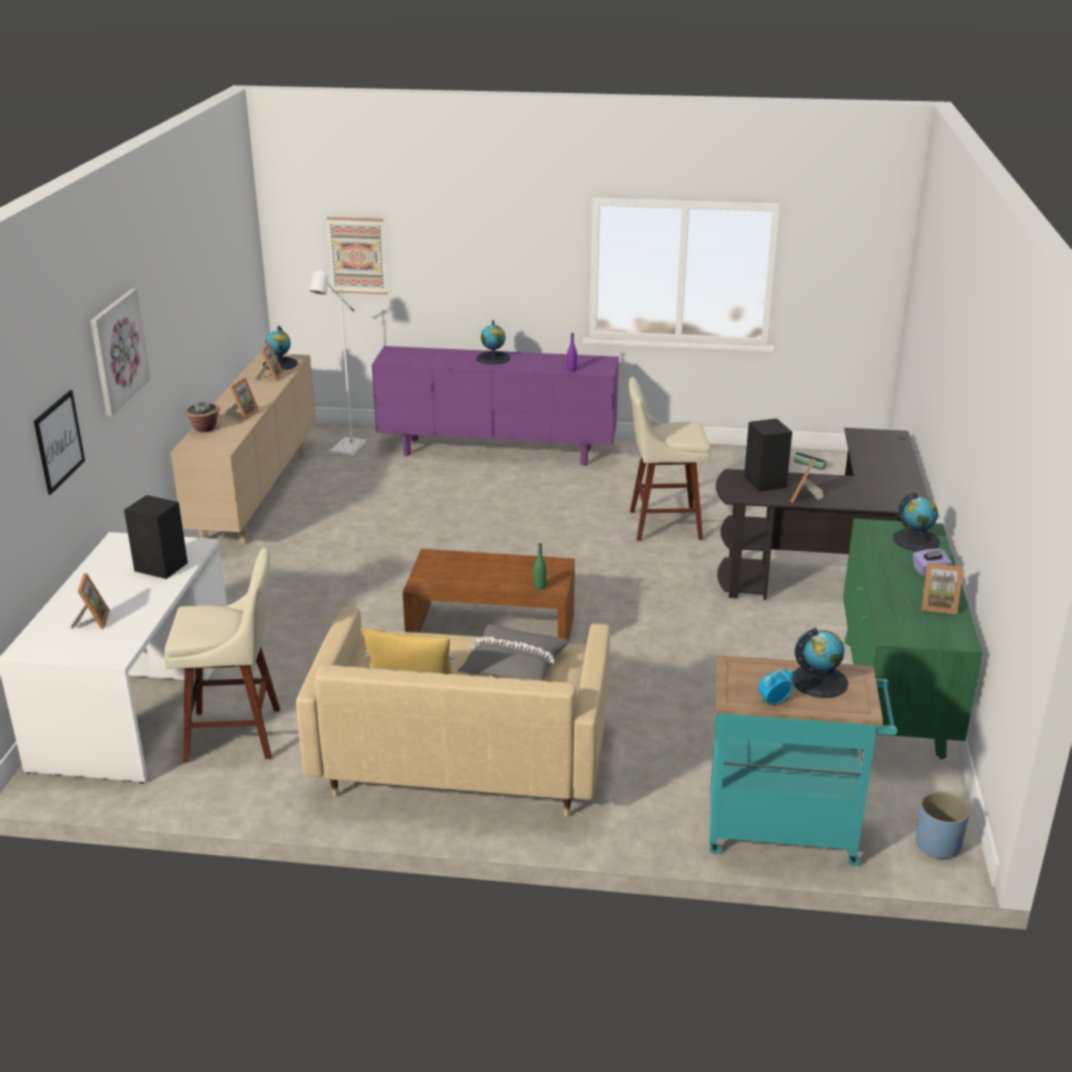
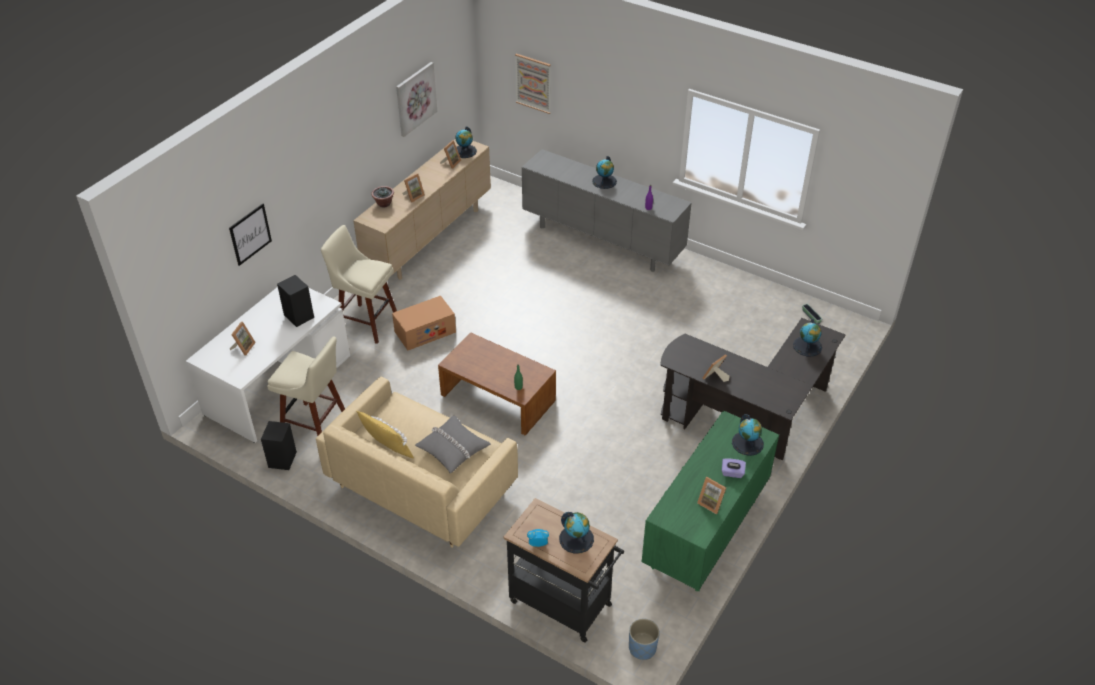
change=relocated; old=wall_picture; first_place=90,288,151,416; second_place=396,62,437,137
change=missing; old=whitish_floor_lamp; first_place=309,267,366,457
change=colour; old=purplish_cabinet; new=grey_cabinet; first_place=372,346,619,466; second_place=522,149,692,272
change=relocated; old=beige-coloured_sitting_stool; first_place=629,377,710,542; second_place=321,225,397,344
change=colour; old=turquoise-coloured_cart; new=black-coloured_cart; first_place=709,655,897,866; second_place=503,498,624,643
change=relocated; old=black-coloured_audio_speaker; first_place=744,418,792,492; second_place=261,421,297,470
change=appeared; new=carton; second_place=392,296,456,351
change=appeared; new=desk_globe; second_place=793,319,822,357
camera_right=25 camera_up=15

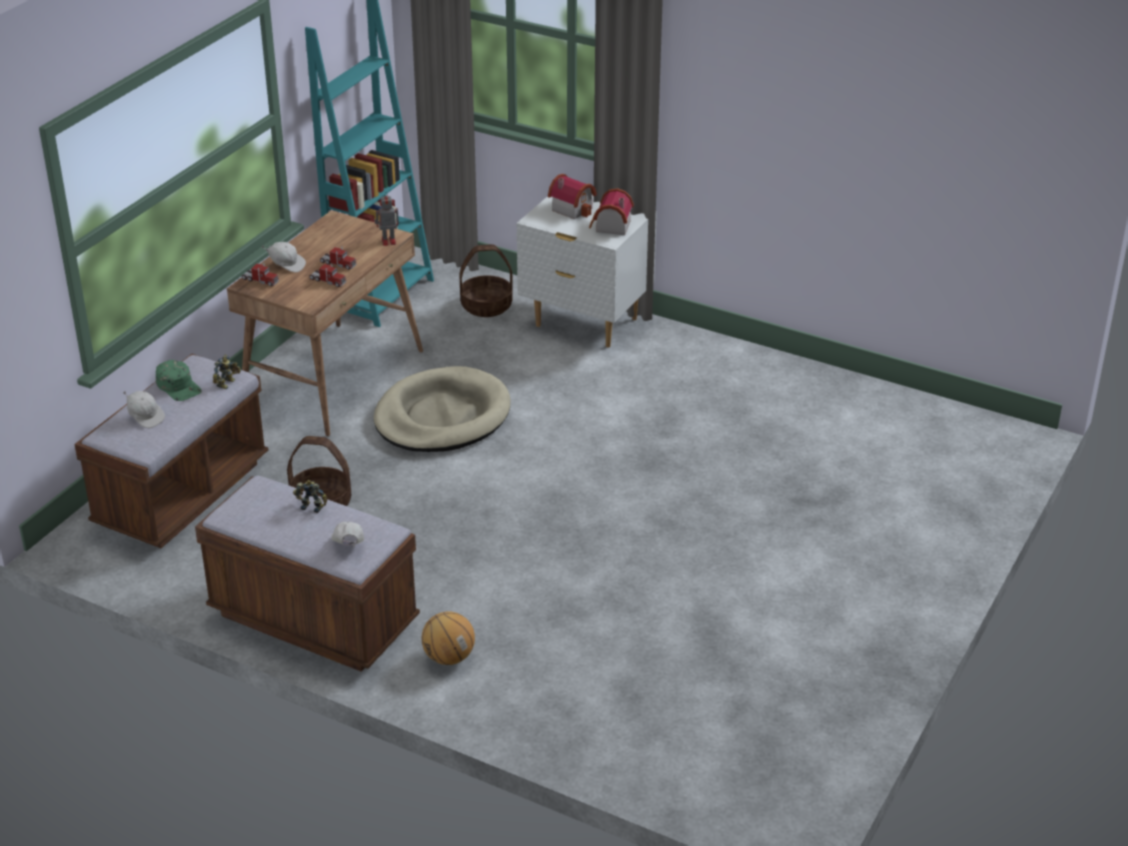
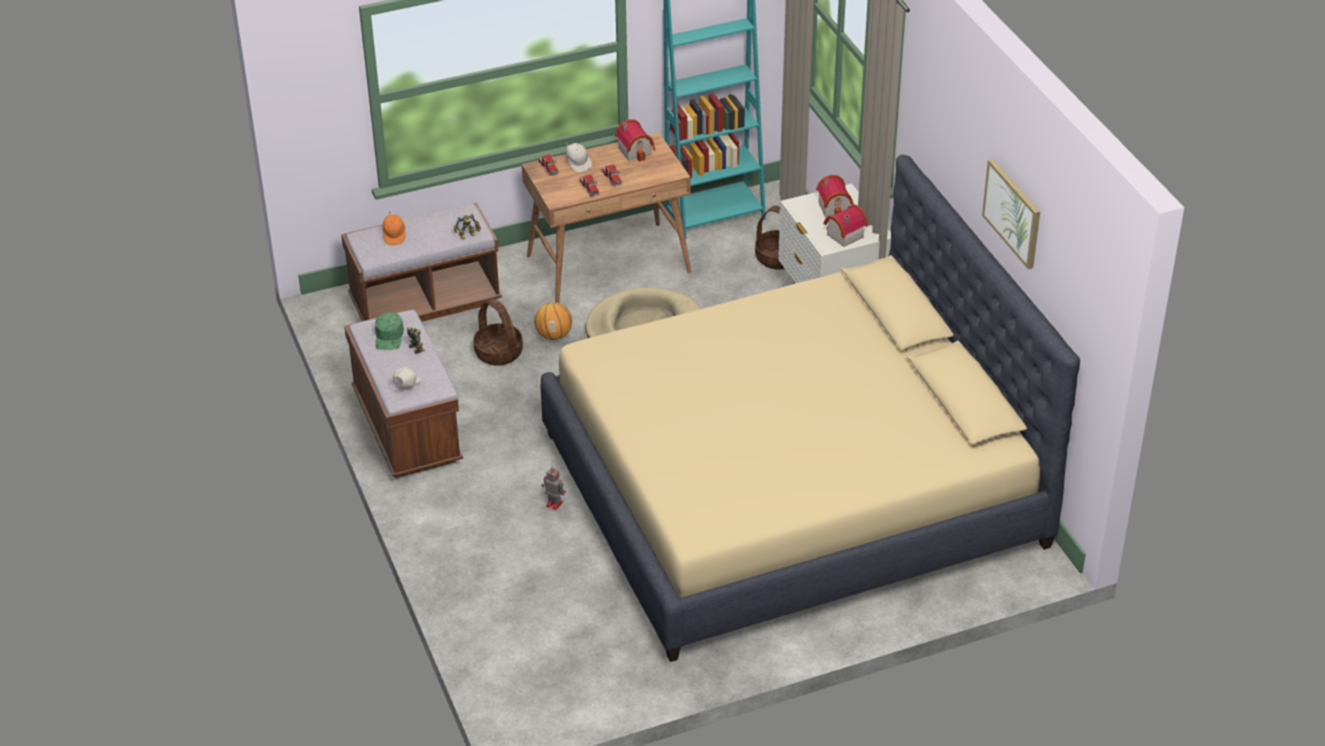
change=colour; old=whitish_peaked_cap; new=orangey_peaked_cap; first_place=124,391,165,428; second_place=383,212,406,245
change=relocated; old=greenish_peaked_cap; first_place=156,360,202,401; second_place=375,312,404,350
change=relocated; old=model_robot; first_place=375,192,399,246; second_place=541,466,566,510
change=relocated; old=basketball; first_place=422,611,475,665; second_place=534,302,572,340
change=appeared; new=beige-coloured_bedroom_bed; second_place=541,155,1080,662
change=appeared; new=model_house; second_place=615,119,656,162
change=appeared; new=wall_picture; second_place=982,158,1040,269
camera_right=40 camera_up=5

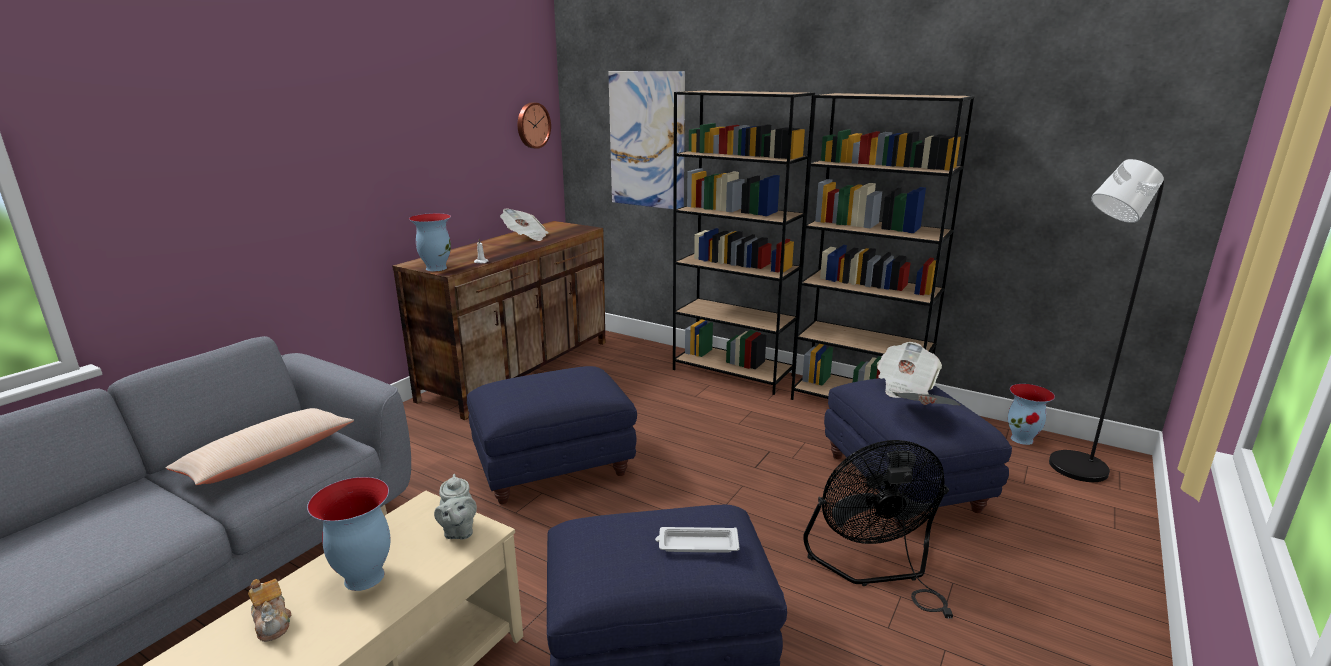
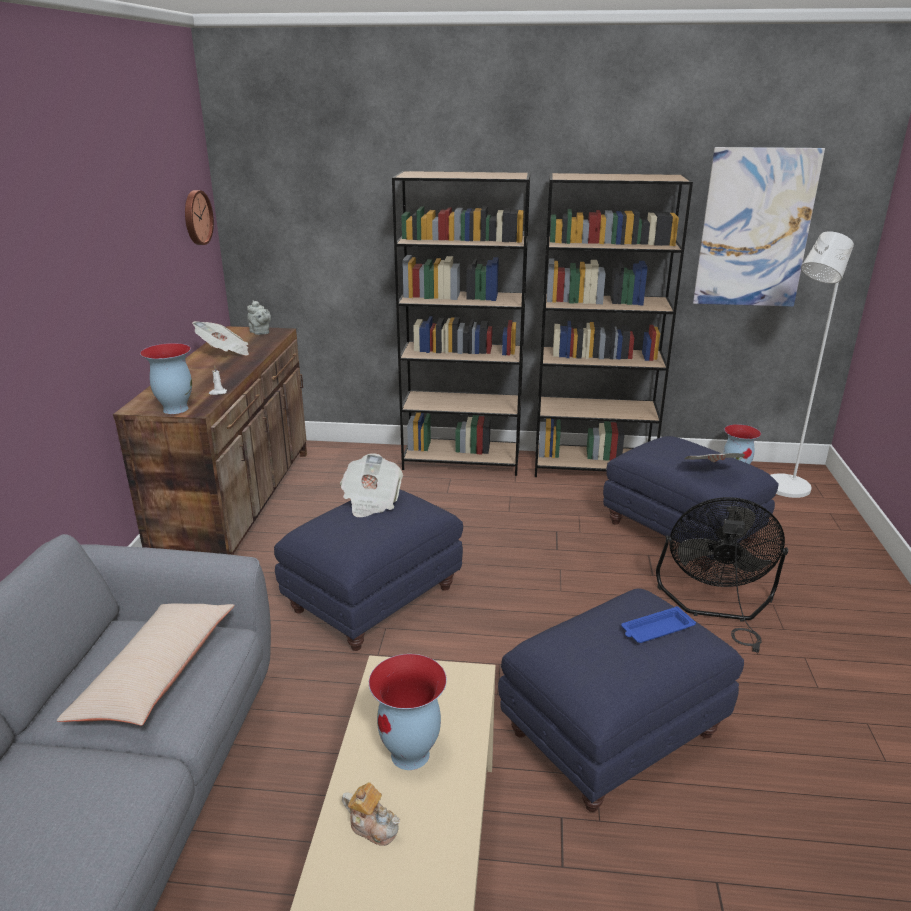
change=relocated; old=grey_teapot; first_place=434,474,477,539; second_place=247,300,271,335
change=relocated; old=wall_picture; first_place=608,71,685,209; second_place=693,147,825,307
change=colour; old=whitish_carrying_tray; new=bluish_carrying_tray; first_place=655,527,740,553; second_place=621,606,696,643
change=spun; old=black-coloured_fan; first_place=803,440,953,619; second_place=656,497,788,653; degrees=45
change=relocated; old=daily_paper; first_place=876,342,942,398; second_place=340,453,403,517
change=colour; old=black-coloured_floor_lamp; new=whitish_floor_lamp; first_place=1049,159,1164,482; second_place=771,231,854,498
camera_right=-25 camera_up=5

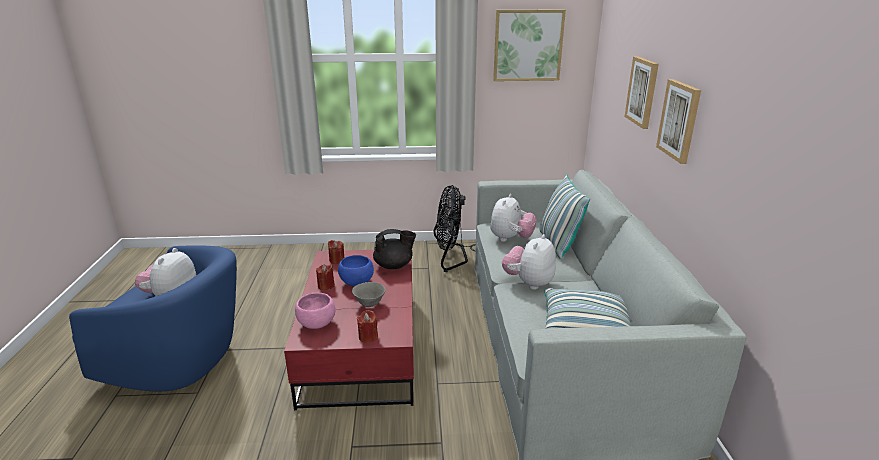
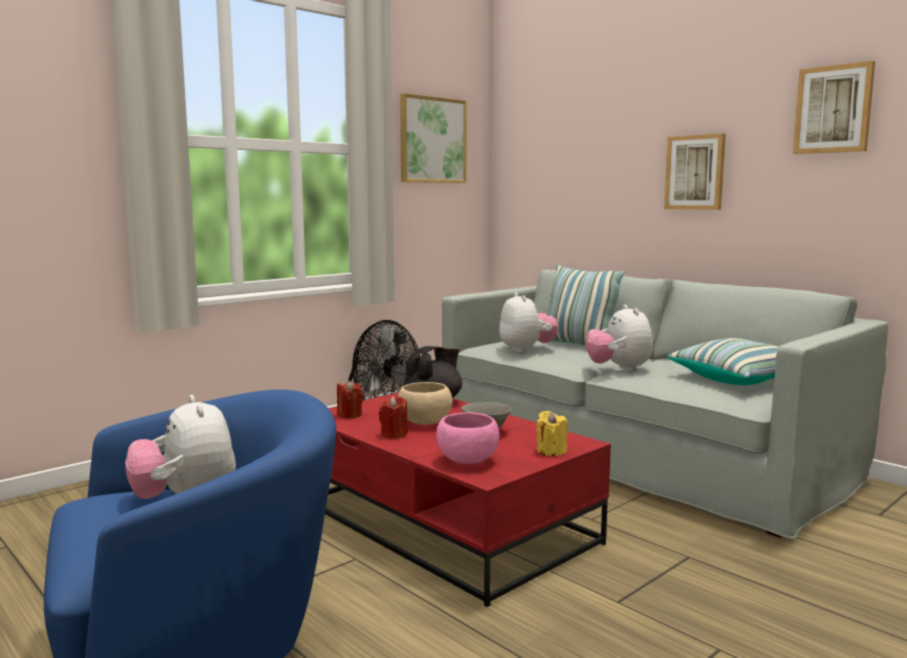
change=colour; old=bluish_bowl; new=beige-coloured_bowl; first_place=338,255,374,286; second_place=398,382,452,425
change=colour; old=red_wax_candle; new=yellow_wax_candle; first_place=357,310,378,343; second_place=537,411,568,456
change=relocated; old=wall_picture; first_place=624,56,659,129; second_place=793,61,875,154
camera_right=-40 camera_up=-15

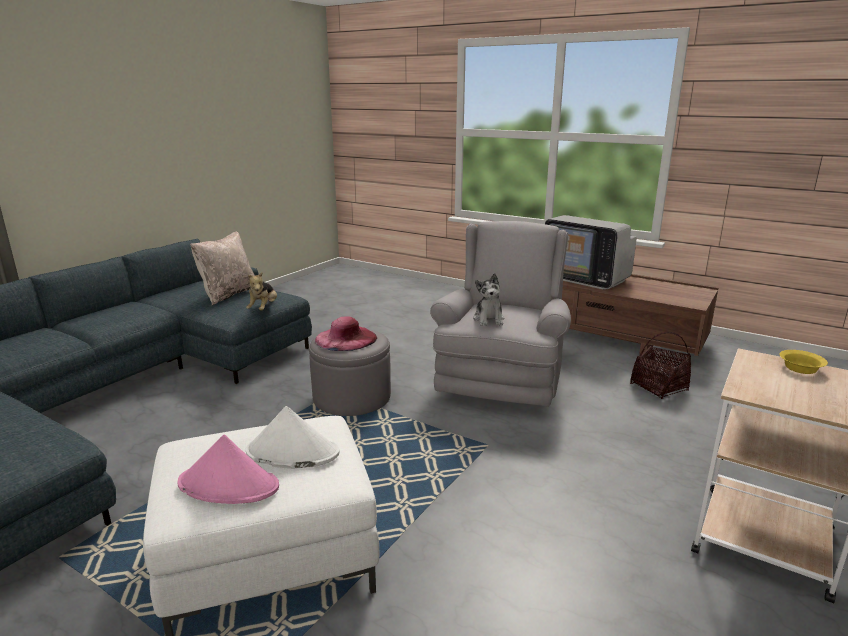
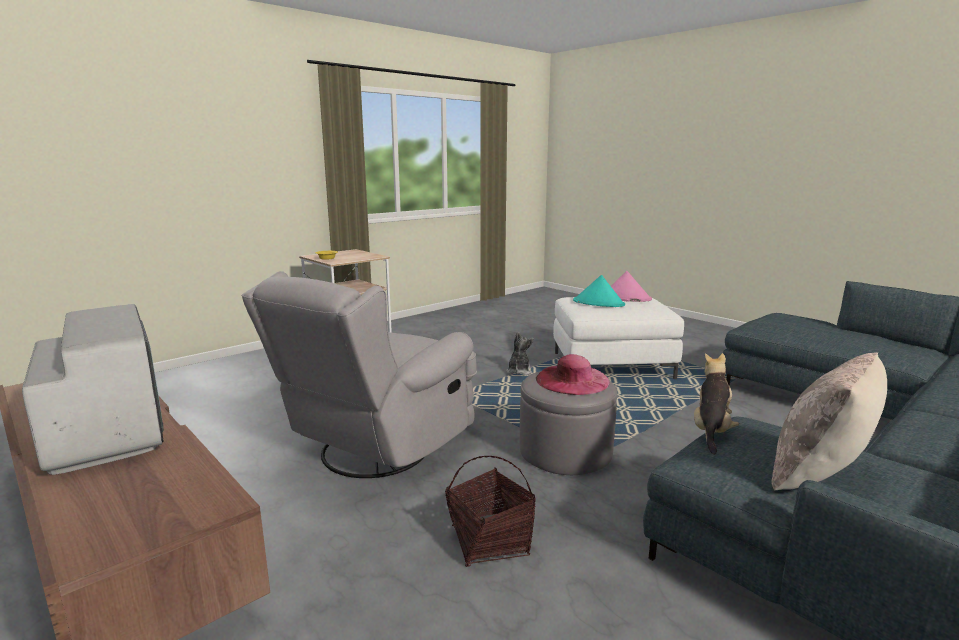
change=colour; old=whitish_hat; new=turquoise-coloured_hat; first_place=246,406,340,469; second_place=573,275,625,307
change=relocated; old=cuddly_toy; first_place=473,273,504,326; second_place=506,332,533,376
change=relocated; old=household_basket; first_place=630,332,691,399; second_place=445,456,536,567
camera_right=-165 camera_up=-5

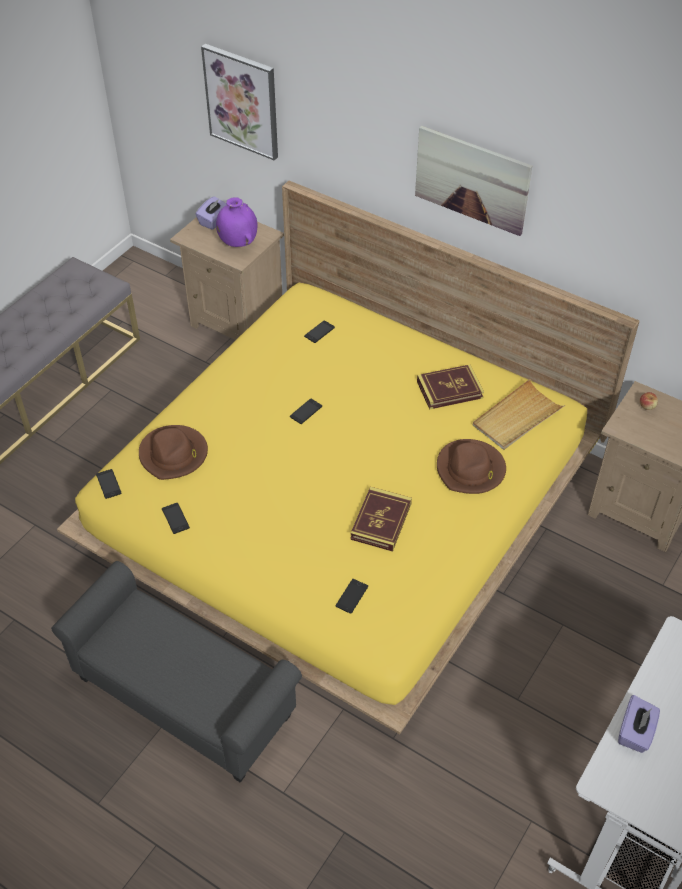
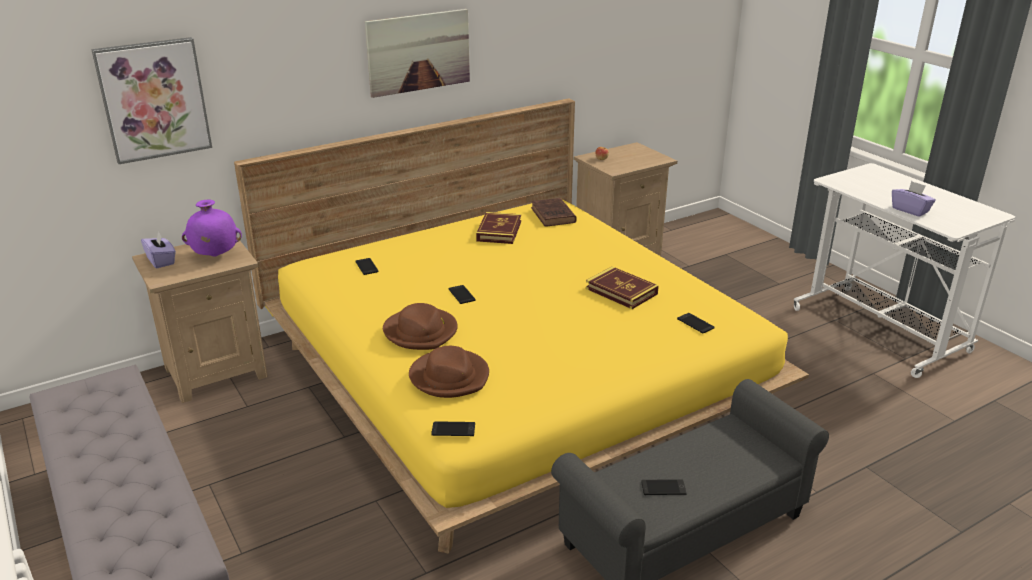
change=relocated; old=handset; first_place=162,503,190,534; second_place=641,479,687,495
change=relocated; old=brown-coloured_hat; first_place=437,439,506,494; second_place=383,303,458,350
change=exchanged; old=beige-coloured_carrying_tray; new=brown-coloured_volume; first_place=473,379,565,450; second_place=531,198,577,227
camera_right=-65 camera_up=-20

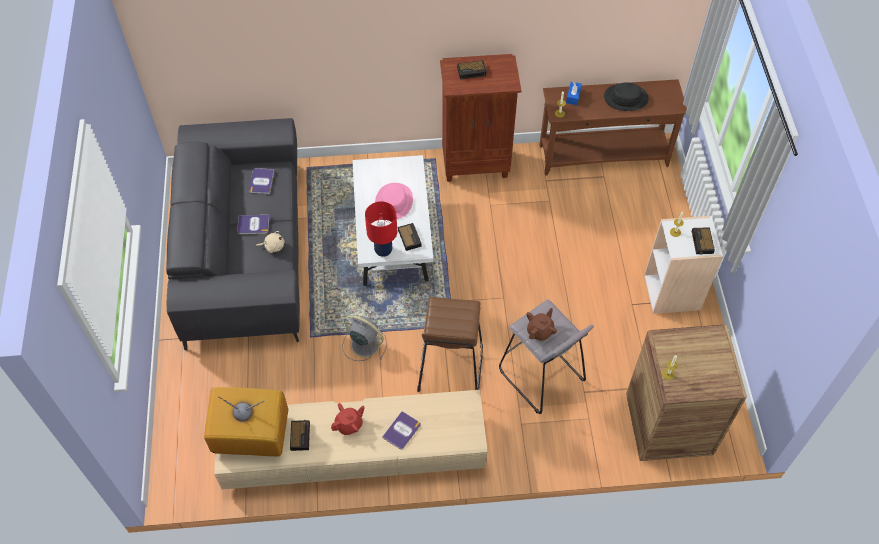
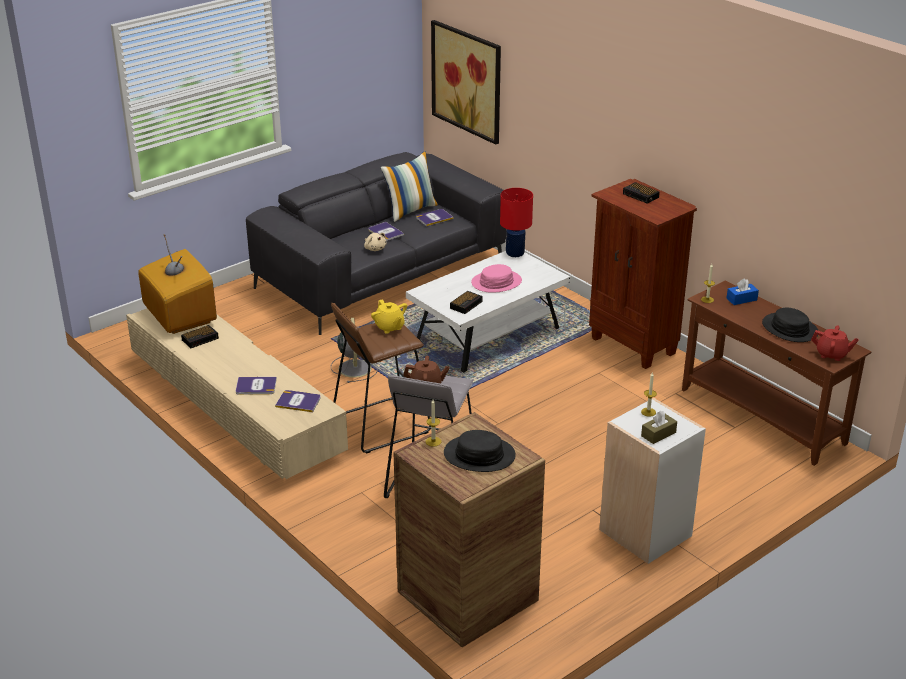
change=relocated; old=red_teapot; first_place=331,403,365,435; second_place=811,326,859,361
change=relocated; old=red_lamp_for_a_table; first_place=365,201,397,257; second_place=500,188,533,257
change=exchanged; old=table_clock; new=brown-coloured_tissue_box; first_place=692,227,715,255; second_place=641,411,677,444
change=appeared; new=volume; second_place=275,390,321,412
change=appeared; new=yellow_teapot; second_place=371,299,407,334
change=appeared; new=pillow; second_place=380,151,438,222
change=appeared; new=wall_picture; second_place=431,20,501,145
change=appeared; new=black-coloured_hat; second_place=444,430,516,472
camera_right=55 camera_up=-25

